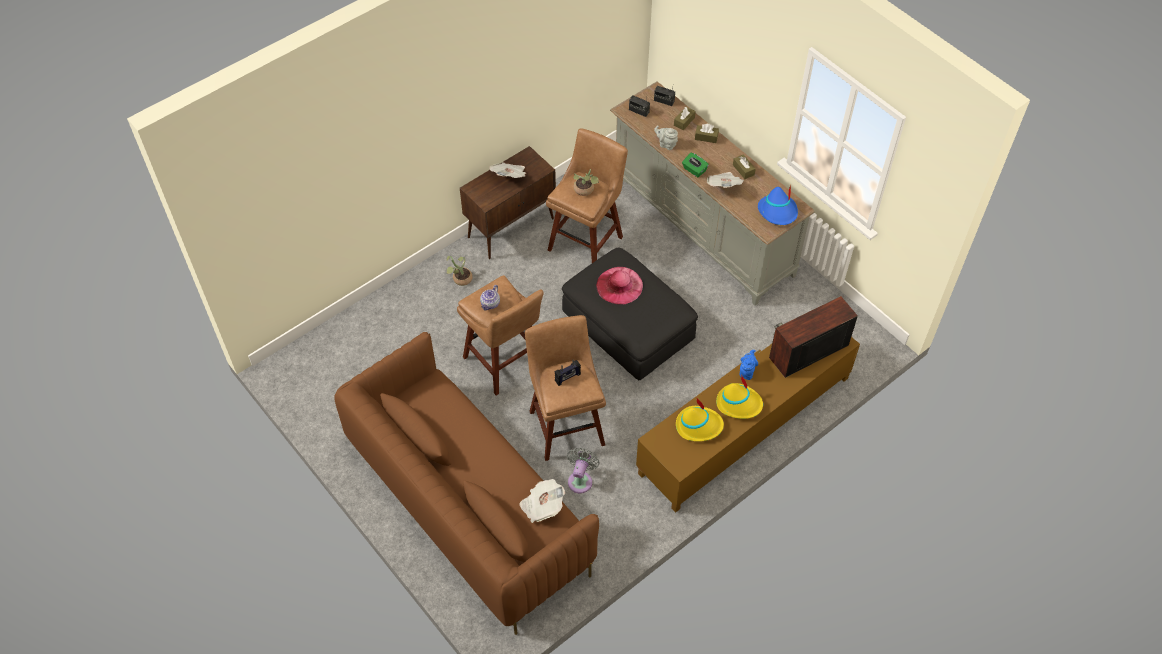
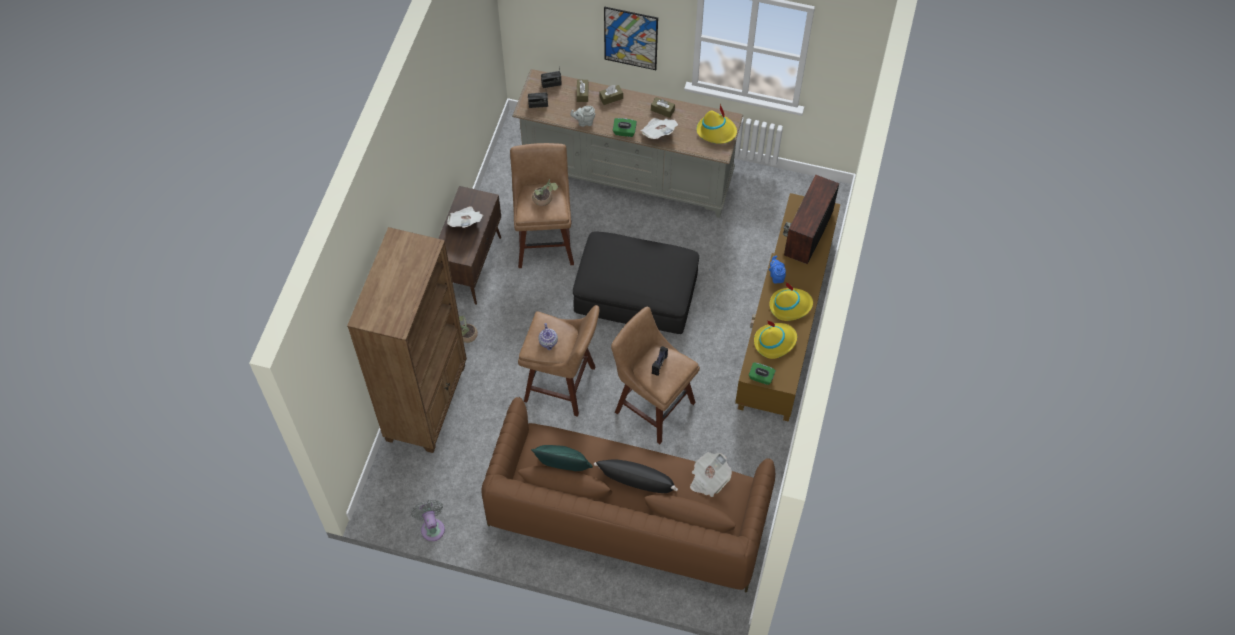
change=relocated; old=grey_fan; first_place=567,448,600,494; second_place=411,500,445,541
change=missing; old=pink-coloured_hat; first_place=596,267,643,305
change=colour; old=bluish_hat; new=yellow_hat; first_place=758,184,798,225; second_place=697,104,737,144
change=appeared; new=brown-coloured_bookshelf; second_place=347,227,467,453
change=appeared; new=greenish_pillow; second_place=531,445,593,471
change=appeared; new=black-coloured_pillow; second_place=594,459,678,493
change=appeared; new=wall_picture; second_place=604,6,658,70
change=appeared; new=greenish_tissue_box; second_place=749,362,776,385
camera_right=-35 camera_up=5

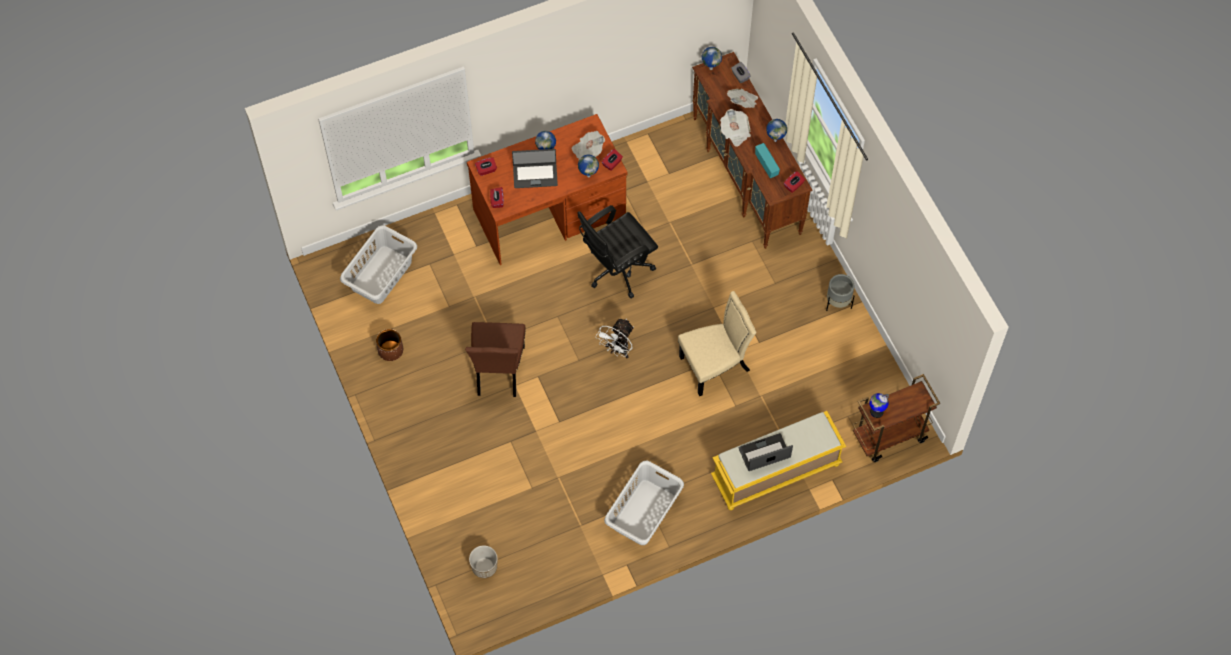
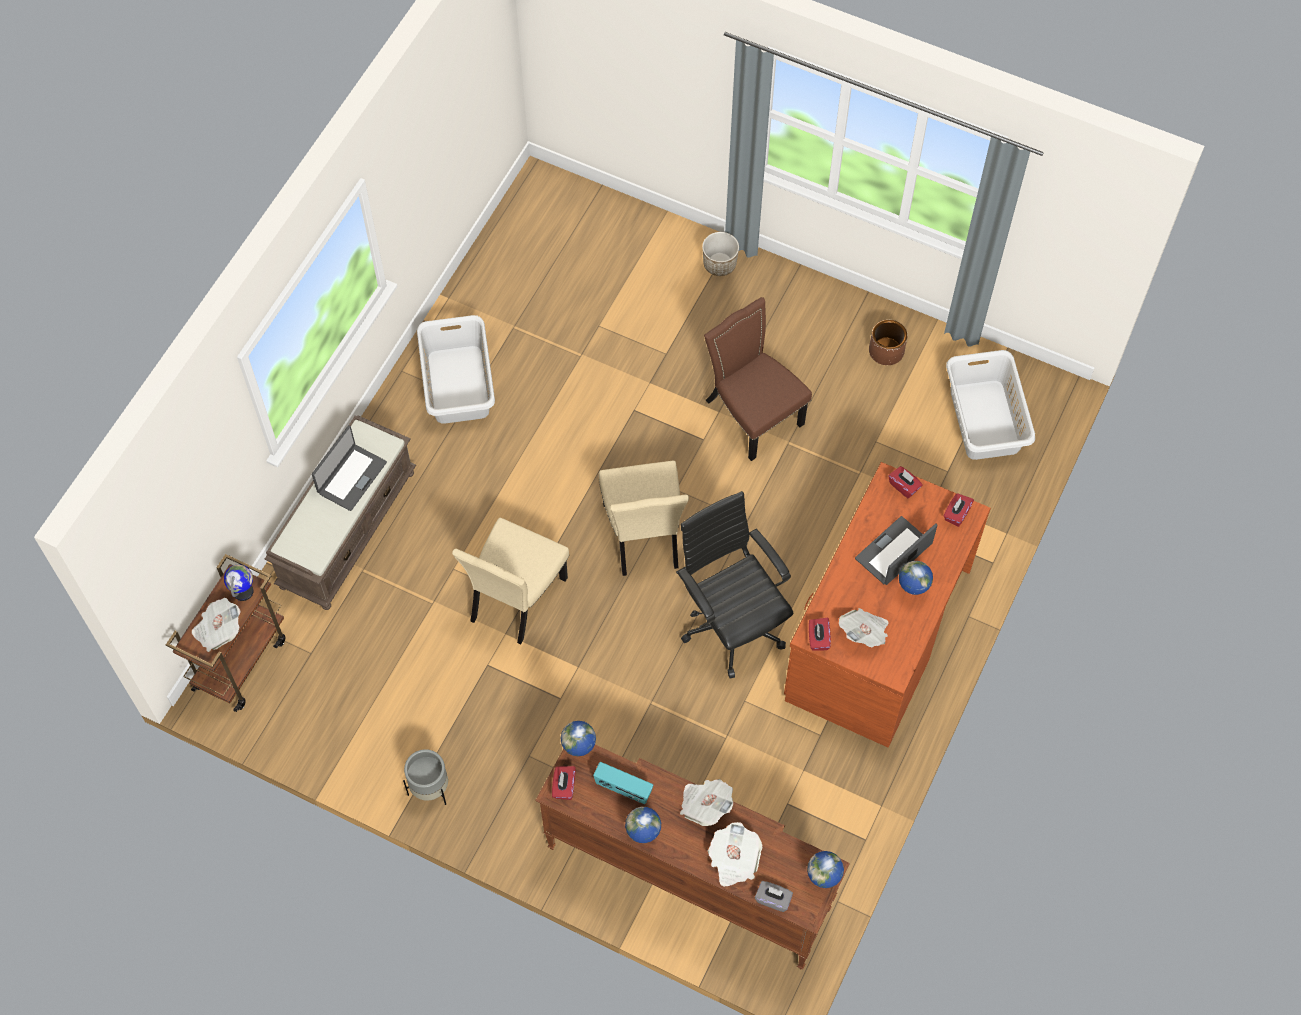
change=relocated; old=flower_pot; first_place=469,545,498,578; second_place=702,232,739,276
change=spun; old=black-coloured_computer_chair; first_place=577,205,658,298; second_place=676,491,793,679; degrees=-45
change=relocated; old=desk_globe; first_place=578,155,599,178; second_place=561,721,596,756
change=exchanged; old=whitish_fan; new=beige-coloured_plain_chair; first_place=595,319,634,358; second_place=599,461,689,576
change=colour; old=yellow_long_seat; new=brown-coloured_long_seat; first_place=711,411,846,510; second_place=264,415,416,610
change=appeared; new=daily_paper; second_place=192,598,241,652
camera_right=140 camera_up=0

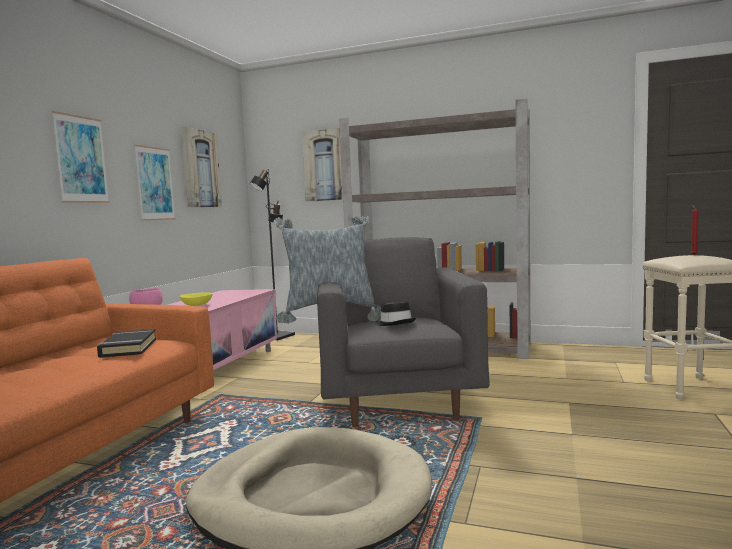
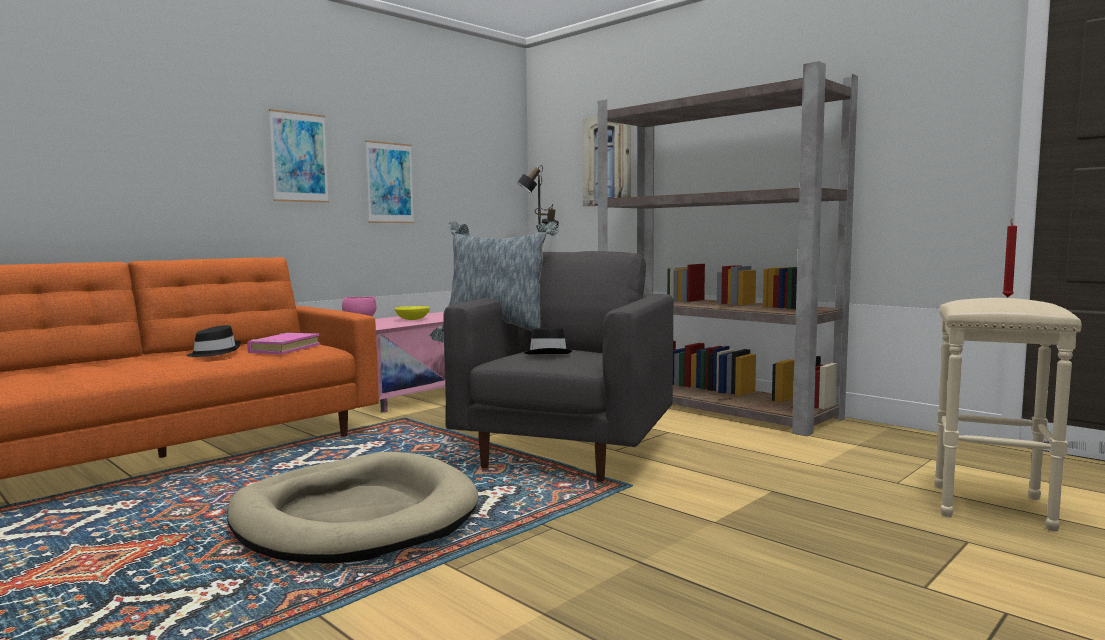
change=colour; old=black-coloured_volume; new=pink-coloured_volume; first_place=97,329,156,358; second_place=247,333,320,354
change=missing; old=wall_picture; first_place=181,127,222,207
change=appeared; new=black-coloured_hat; second_place=186,325,241,357
camera_right=25 camera_up=0

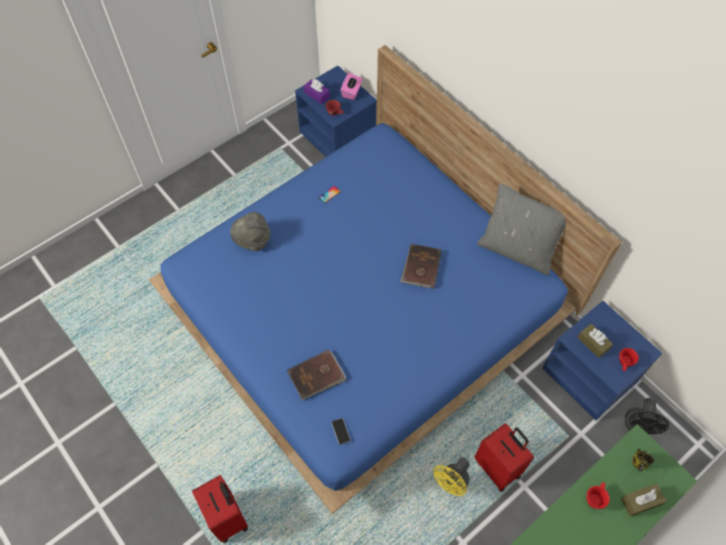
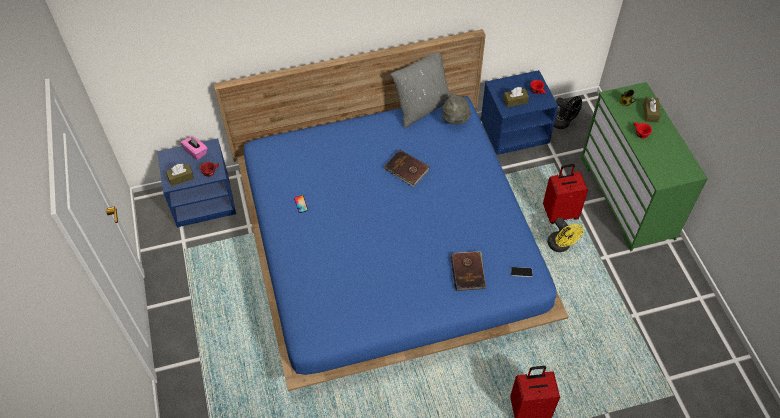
change=relocated; old=grey_hat; first_place=230,212,270,251; second_place=442,94,471,124
change=colour; old=purplish_tissue_box; new=brown-coloured_tissue_box; first_place=304,79,330,104; second_place=166,164,194,186
camera_right=-65 camera_up=-5

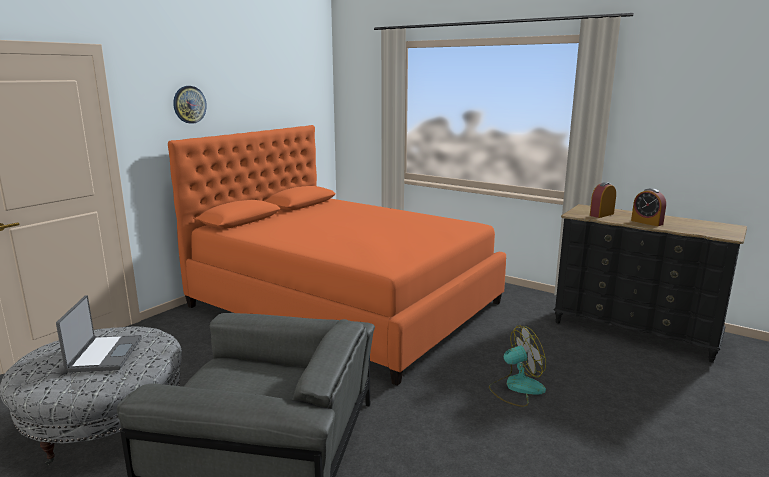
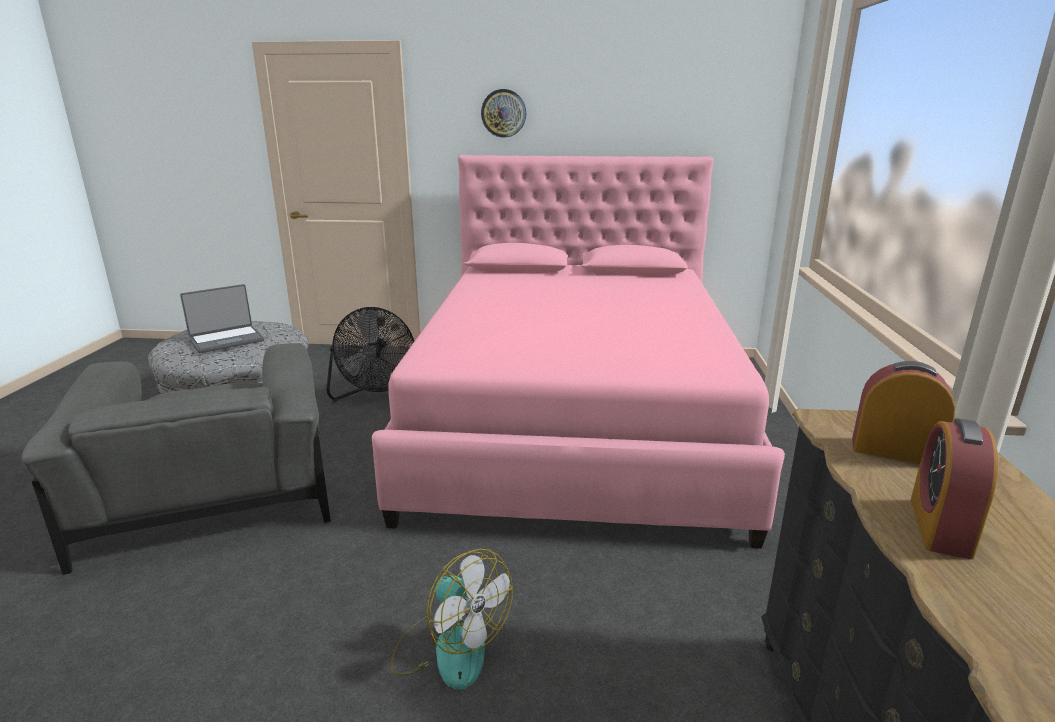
change=colour; old=orangey_bedroom_bed; new=pink-coloured_bedroom_bed; first_place=168,125,506,386; second_place=372,155,785,549
change=appeared; new=black-coloured_fan; second_place=326,307,414,403
camera_right=60 camera_up=5

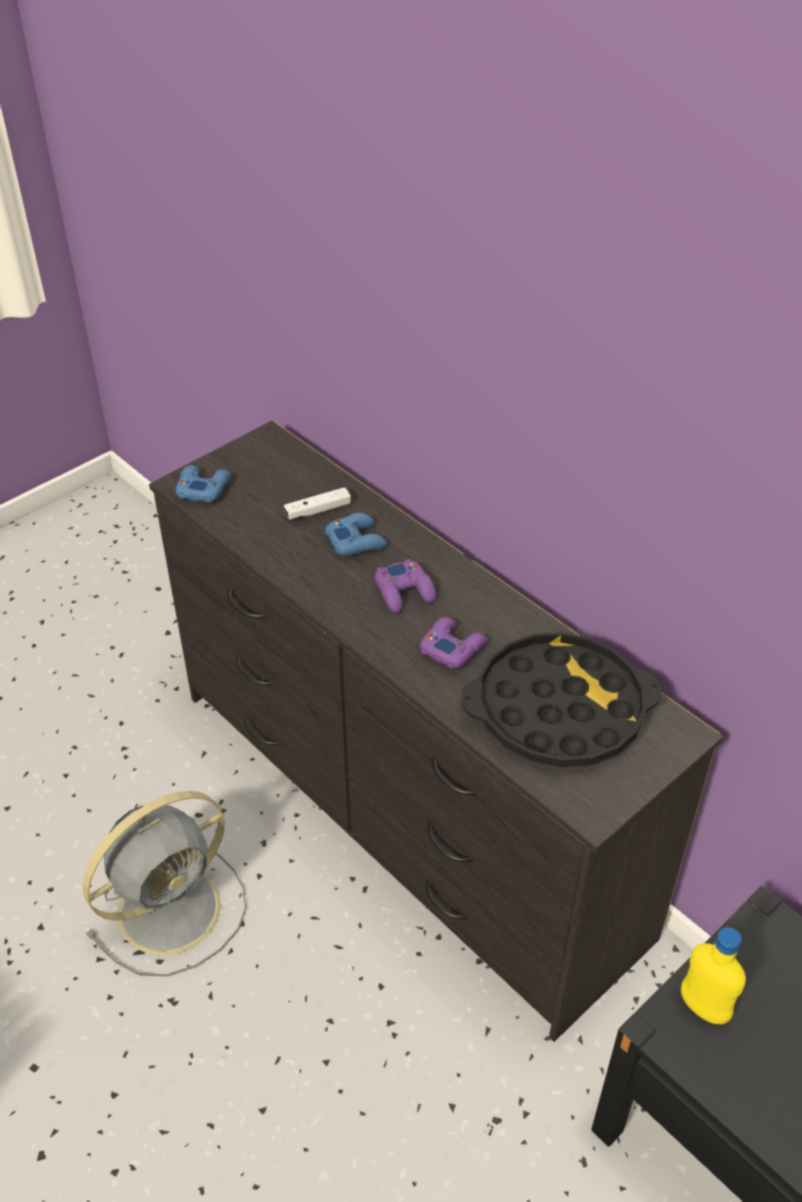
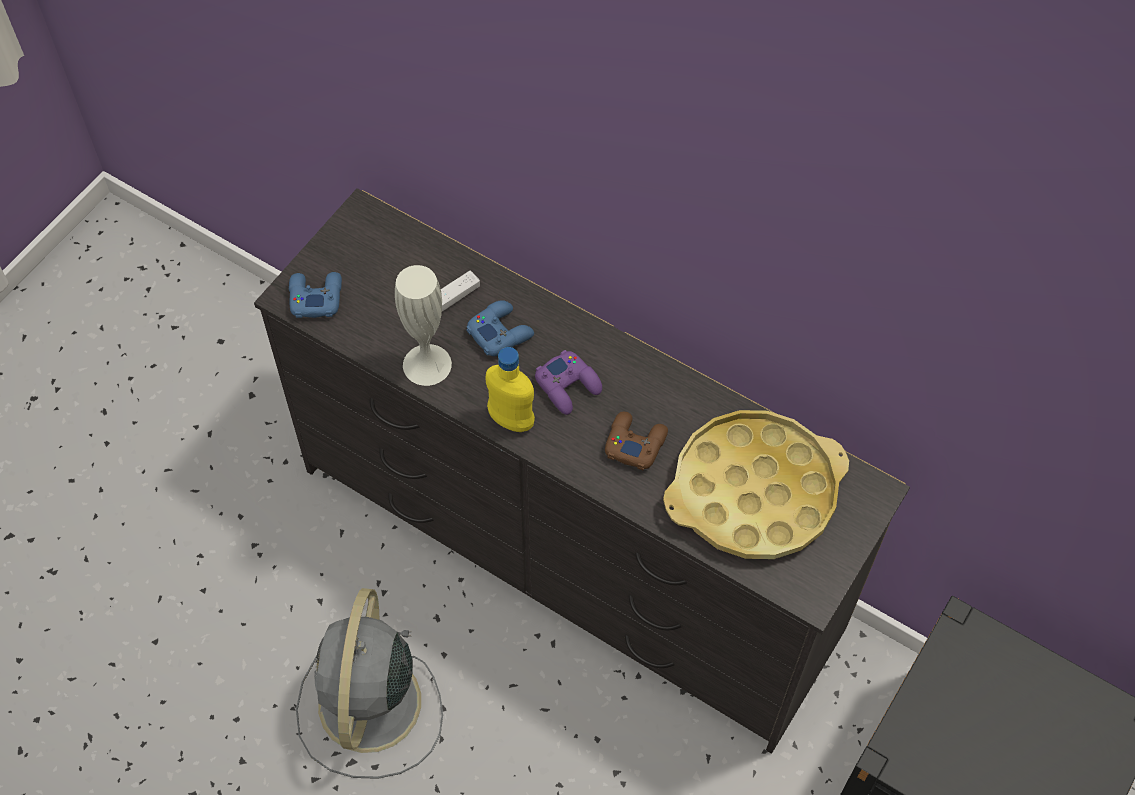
change=spun; old=grey_fan; first_place=83,791,246,976; second_place=296,588,443,779; degrees=150
change=colour; old=purplish_gamepad; new=brown-coloured_gamepad; first_place=420,617,488,669; second_place=605,412,668,470
change=colour; old=black-coloured_carrying_tray; new=yellow_carrying_tray; first_place=462,632,661,767; second_place=663,410,849,559
change=relocated; old=yellow_beverage_bottle; first_place=681,927,746,1024; second_place=485,347,535,432
change=appeared; new=whitish_decorative_vase; second_place=395,265,452,386
camera_right=-15 camera_up=15

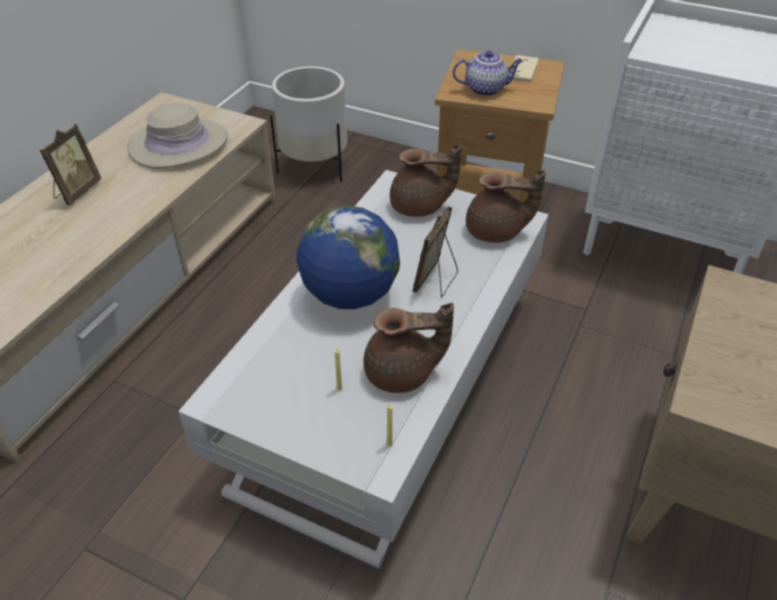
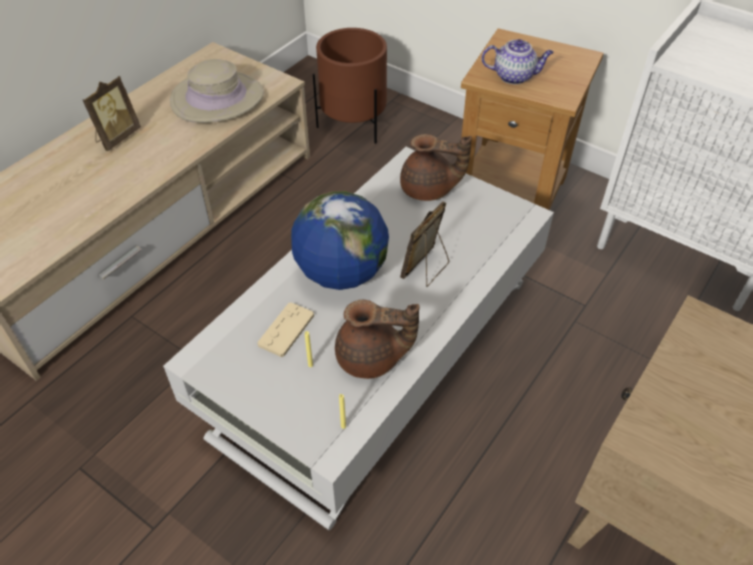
change=colour; old=whitish_flower_pot; new=brown-coloured_flower_pot; first_place=270,66,347,182; second_place=313,28,387,144
change=missing; old=brown-coloured_teapot; first_place=466,170,546,243
change=relocated; old=beige-coloured_gamepad; first_place=513,55,539,82; second_place=257,302,314,357
camera_right=10 camera_up=5

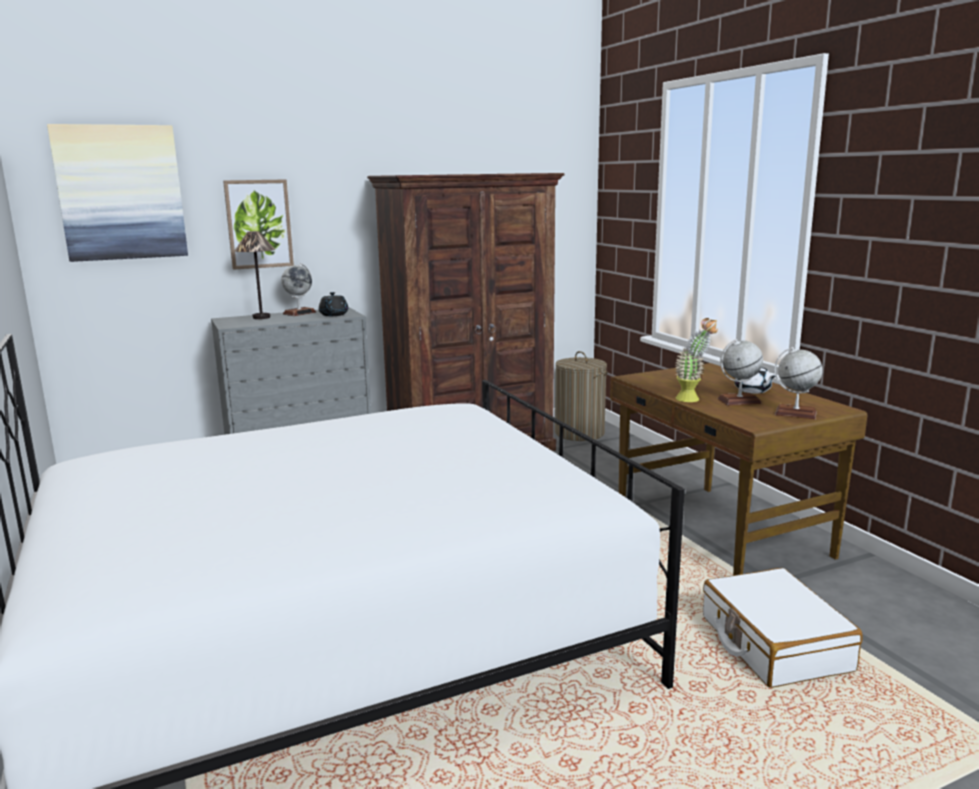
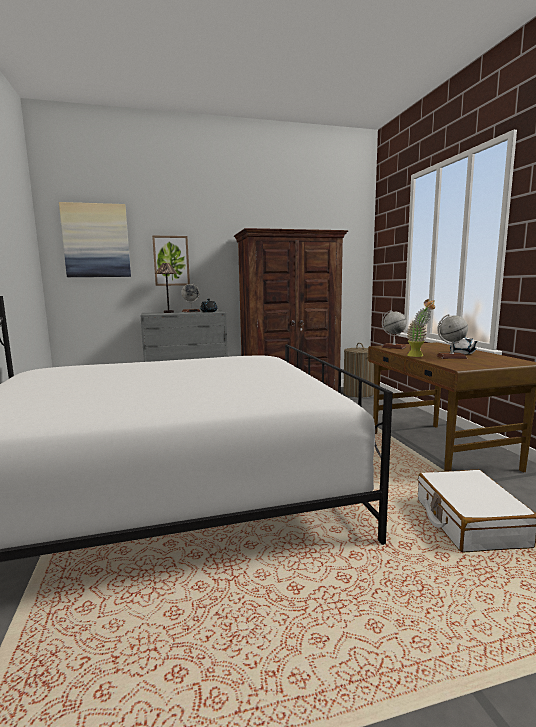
change=relocated; old=desk_globe; first_place=774,347,823,419; second_place=382,310,407,349
camera_right=10 camera_up=-5

